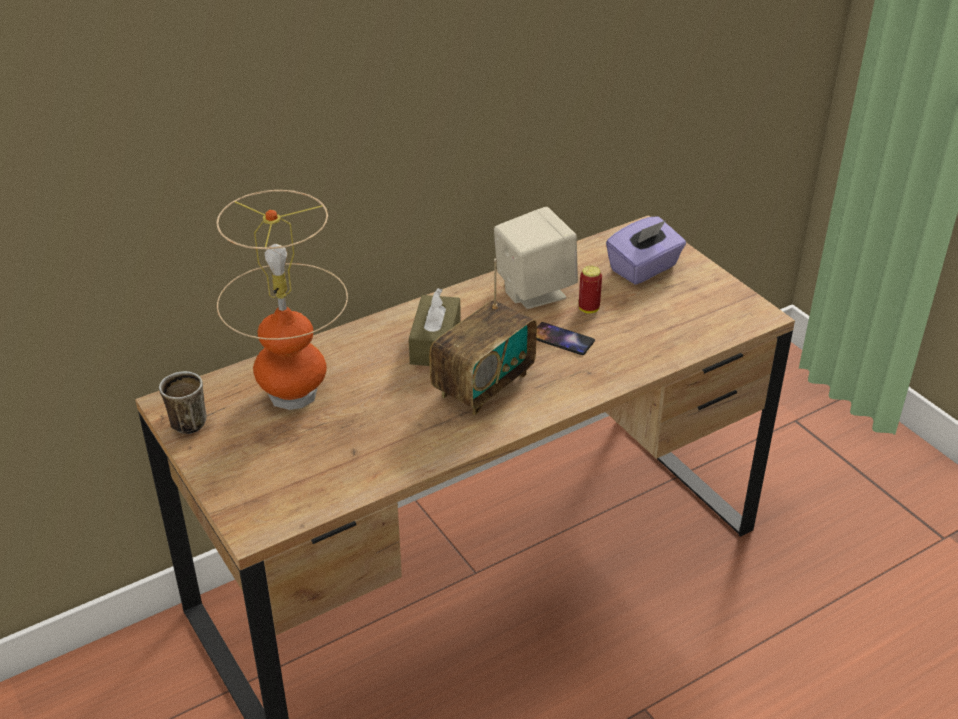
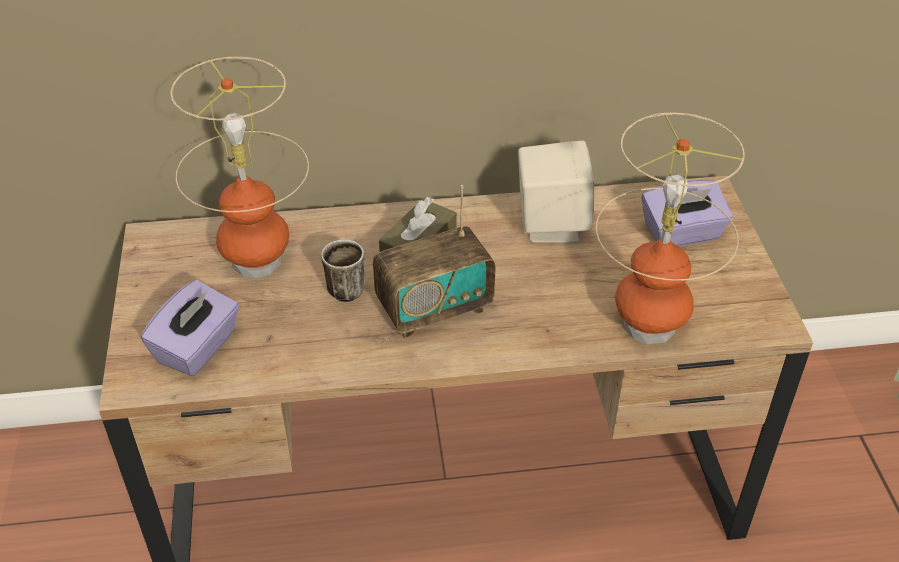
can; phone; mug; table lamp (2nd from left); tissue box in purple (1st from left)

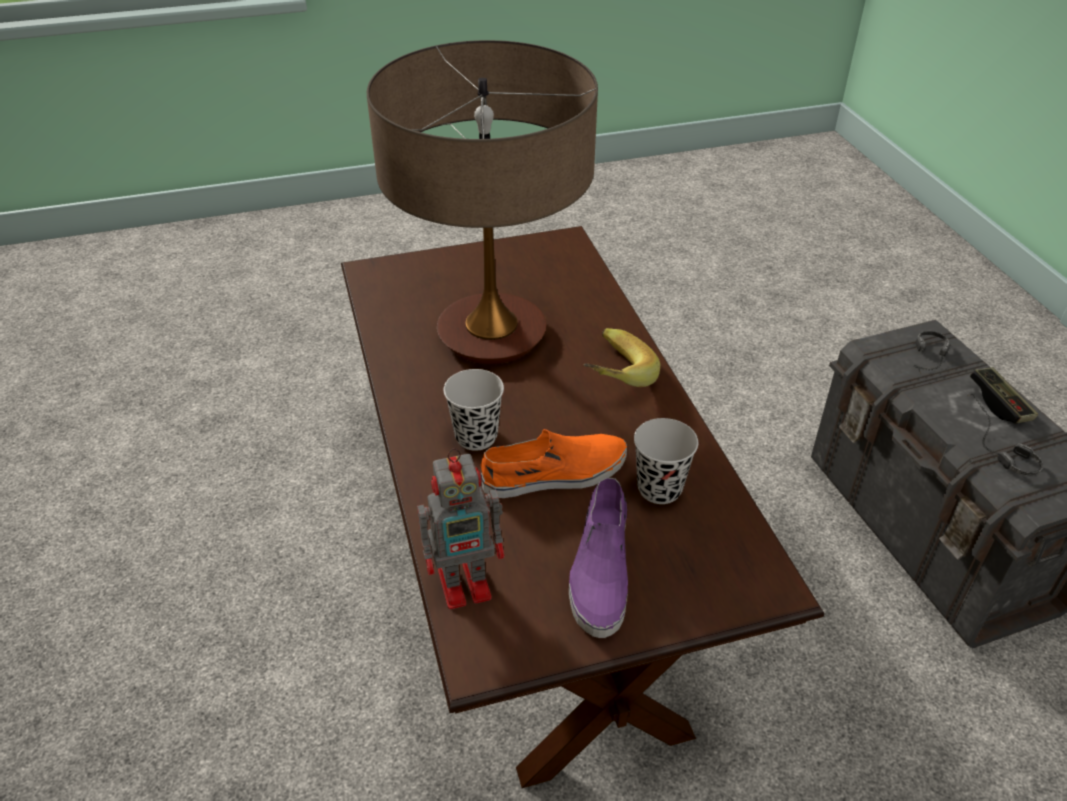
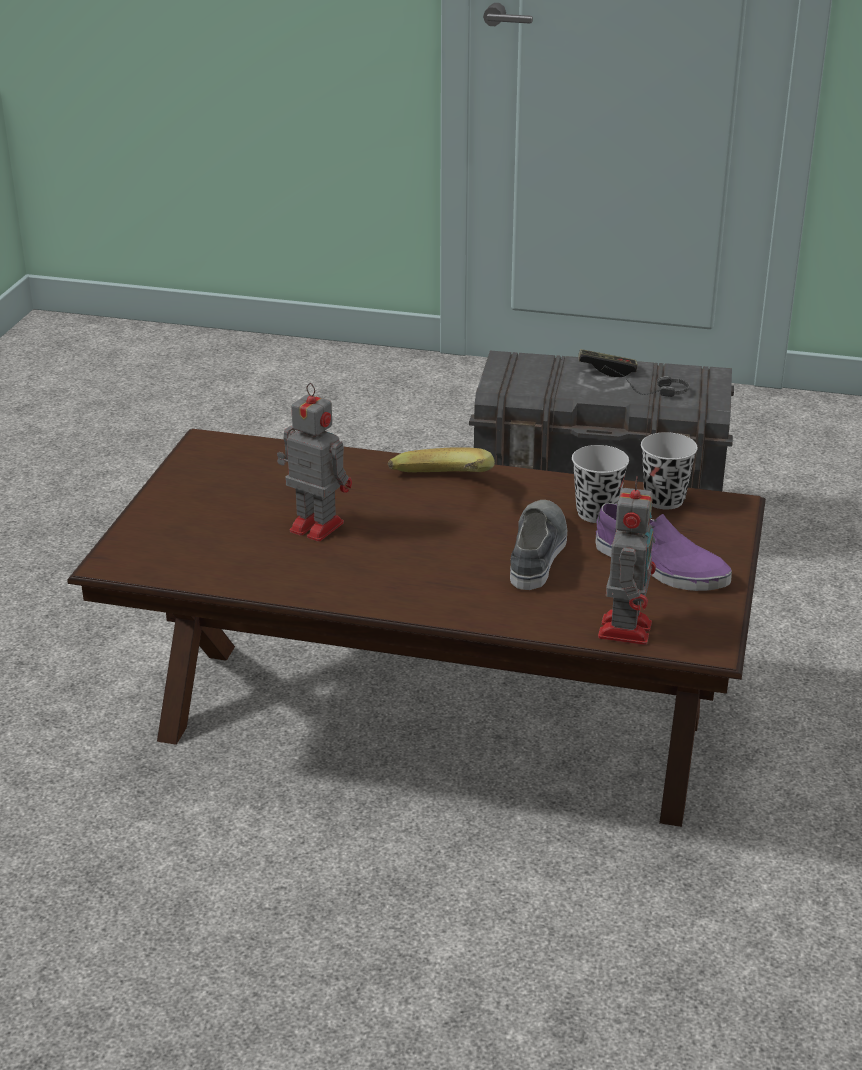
toy robot (1st from left); headphones (1st from left in the first image); cup in black (2nd from left); shoe in grey

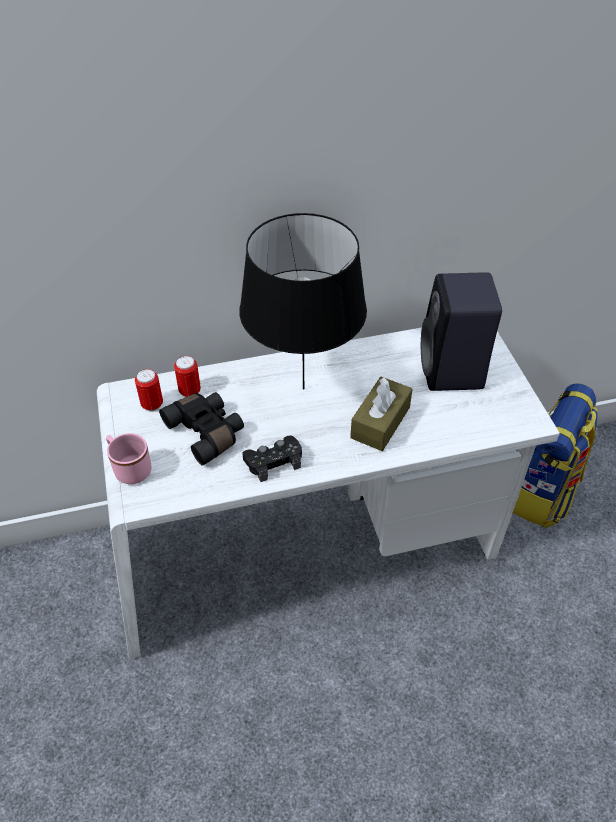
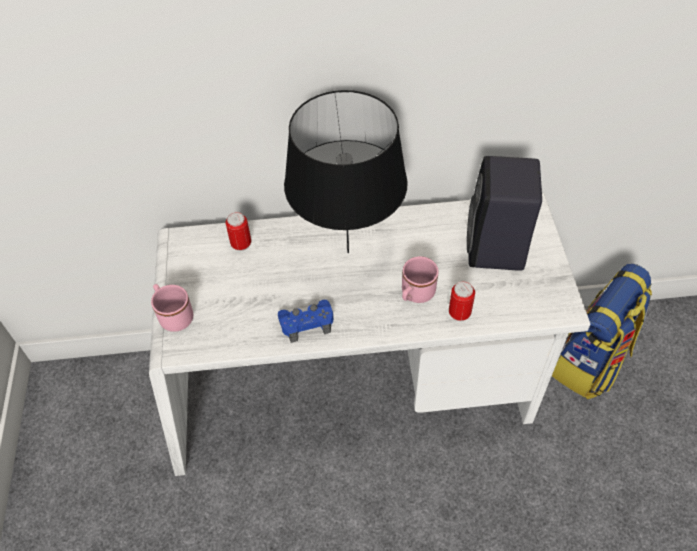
can (2nd from left); mug in pink (2nd from left); binoculars in black; game controller in blue

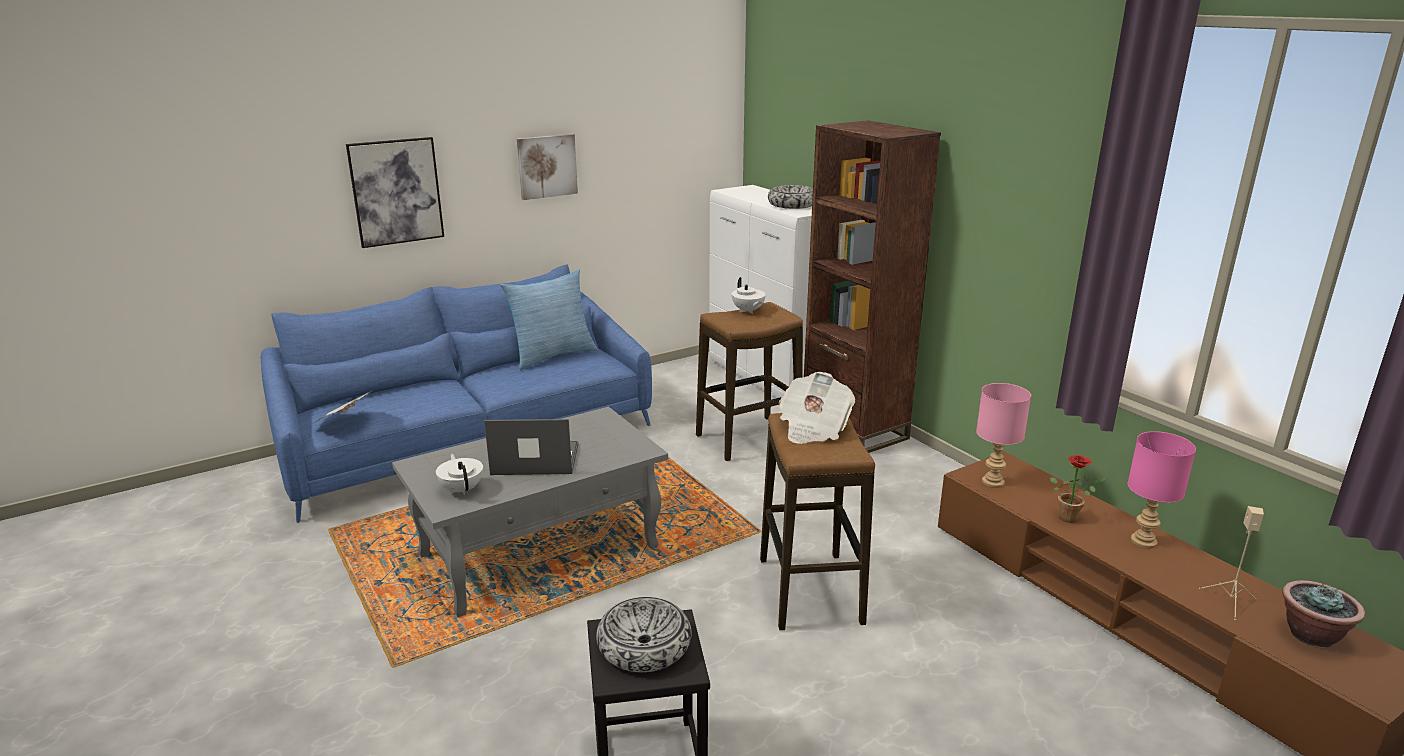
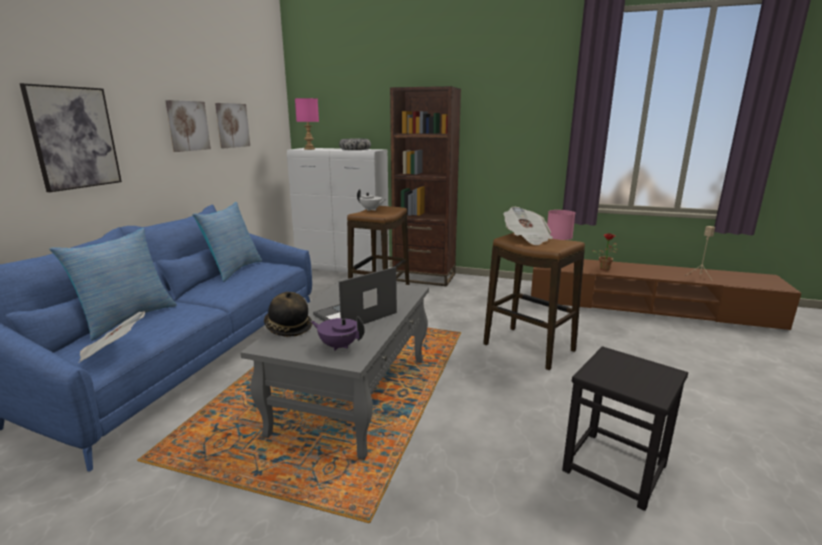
table lamp in pink (1st from left); teapot in purple; potted plant (2nd from left in the first image); bowl (1st from left in the first image); picture (3rd from left); pillow (1st from left); hat

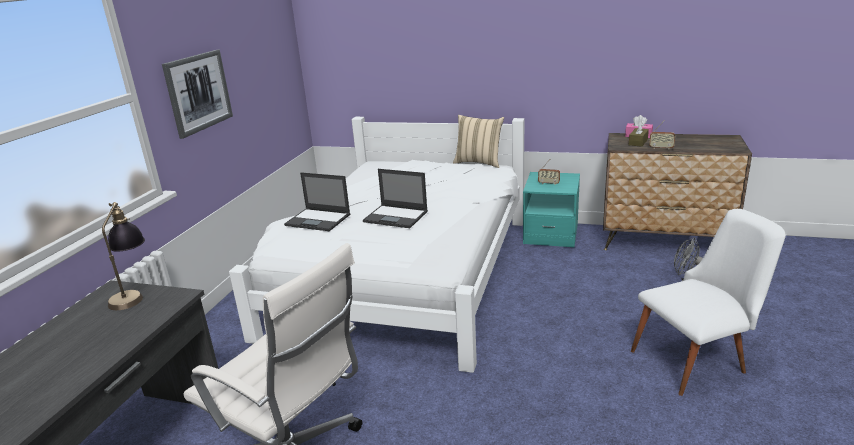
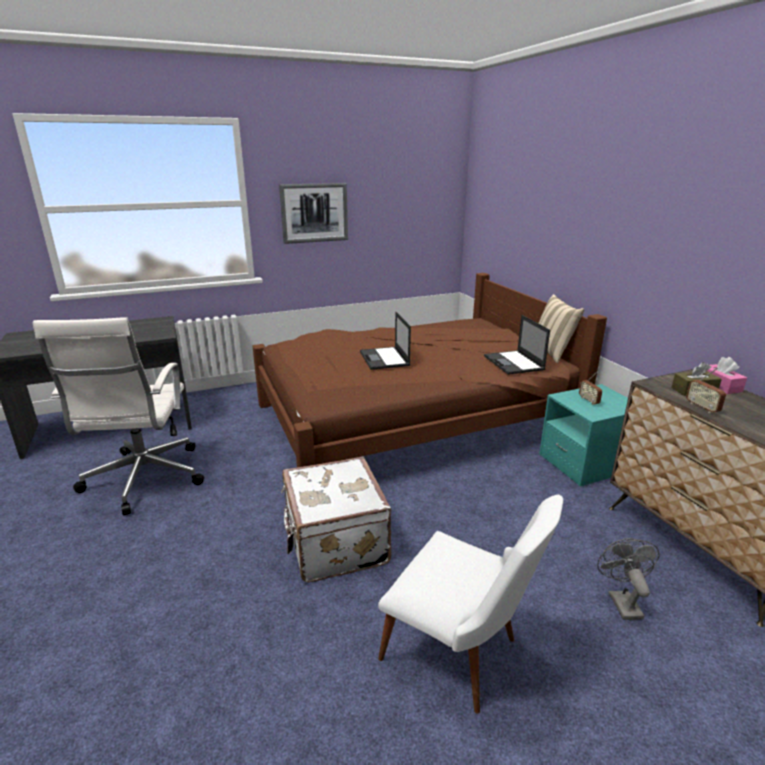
bed in brown; laptop (2nd from left); table lamp; suitcase in white

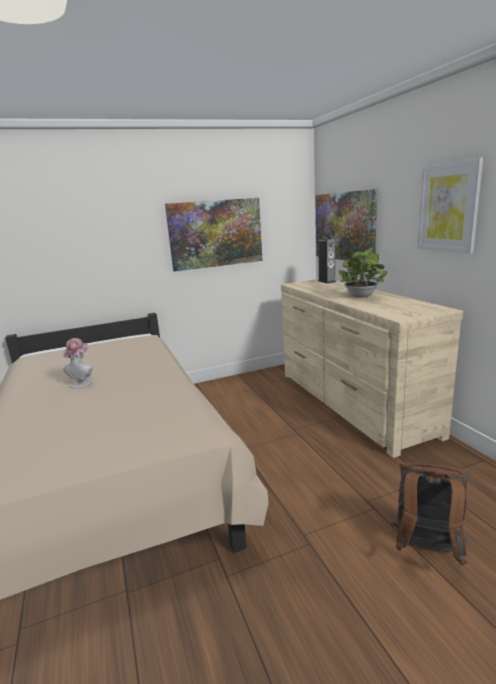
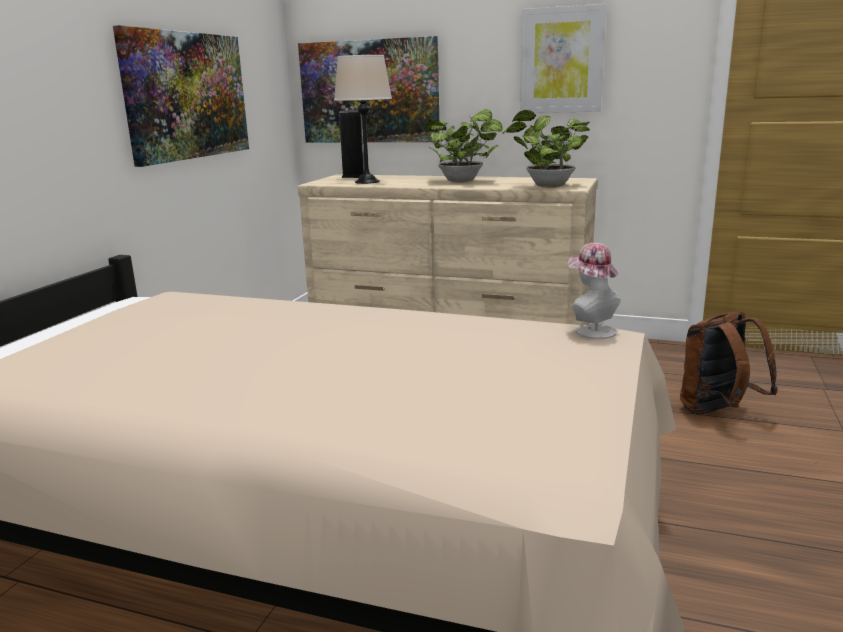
hat; table lamp in beige; potted plant (2nd from left)

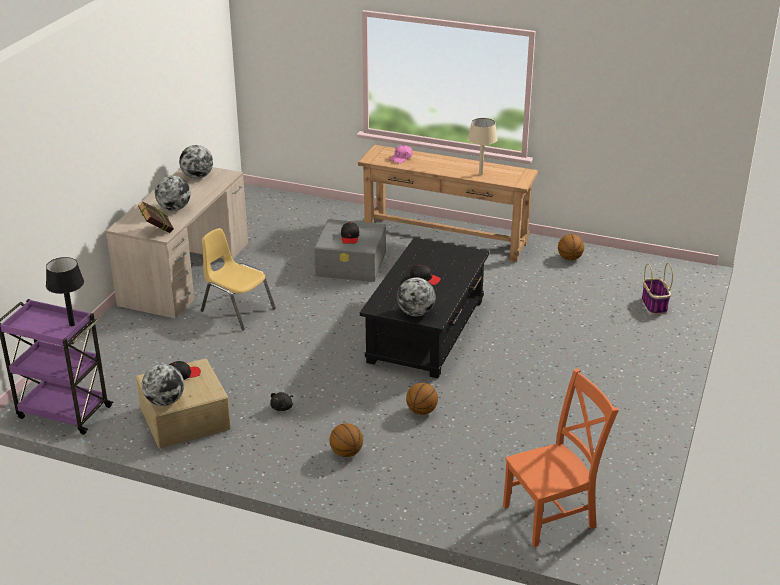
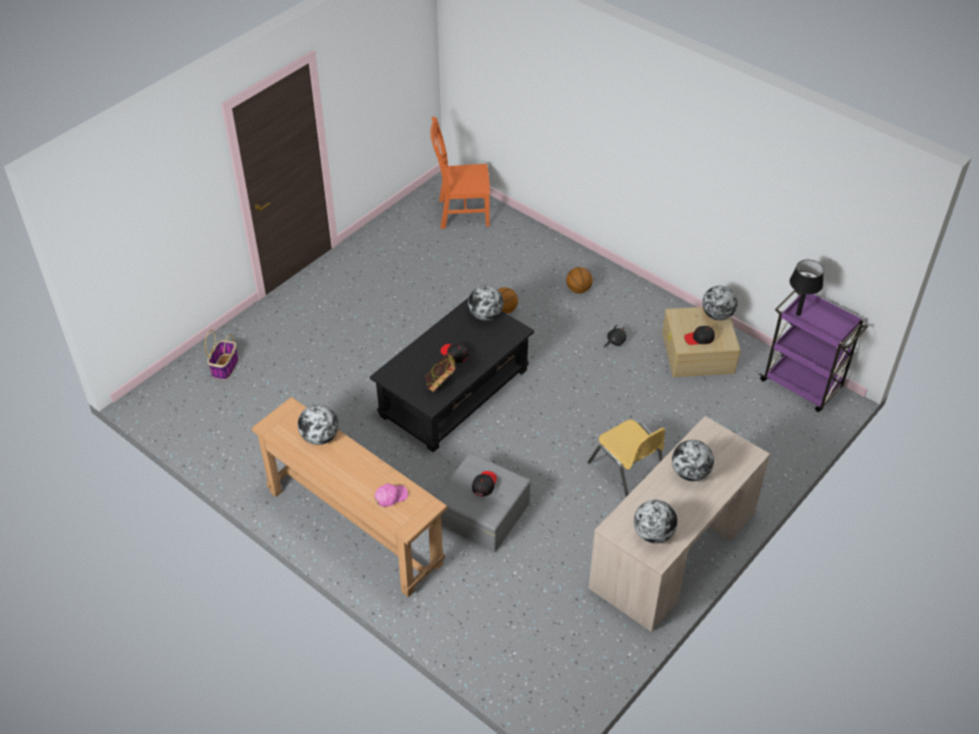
globe (1st from left); book; basketball (3rd from left in the first image)

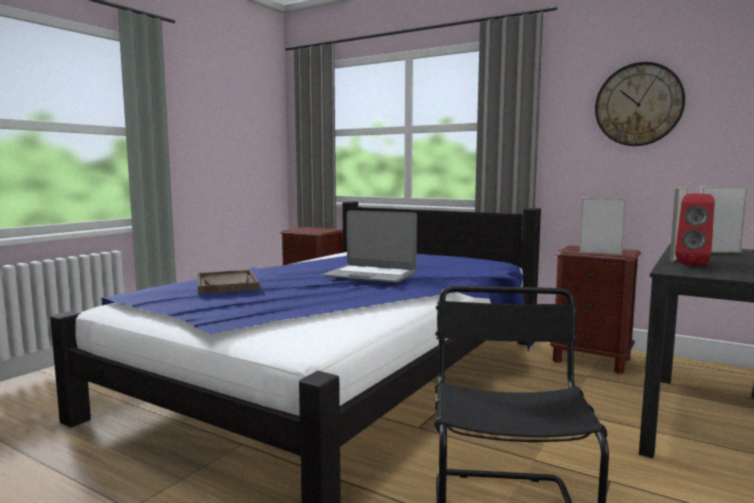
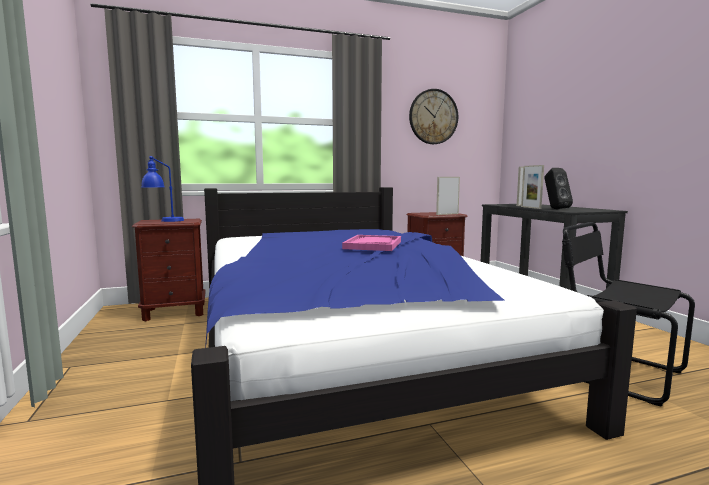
speaker in black; tray in pink; tray in brown; table lamp in blue

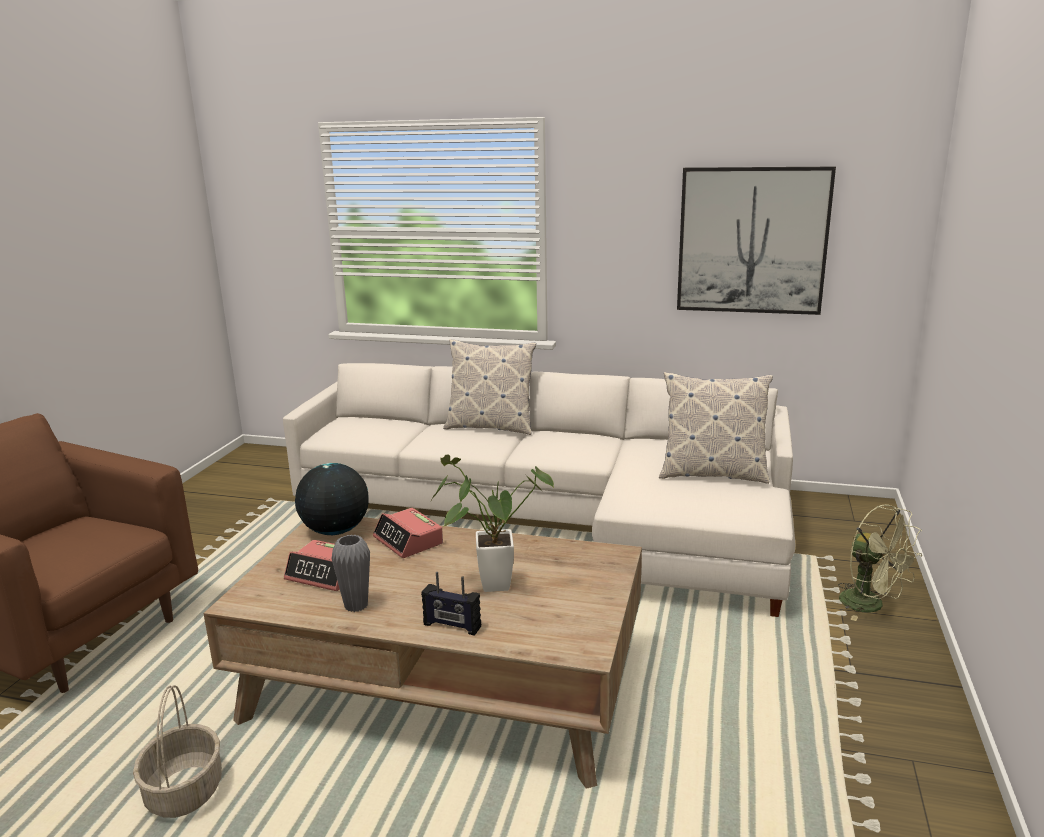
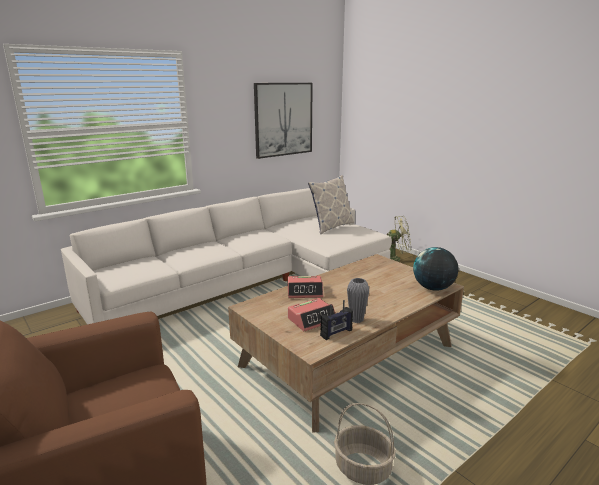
pillow (1st from left in the first image); potted plant; globe; radio

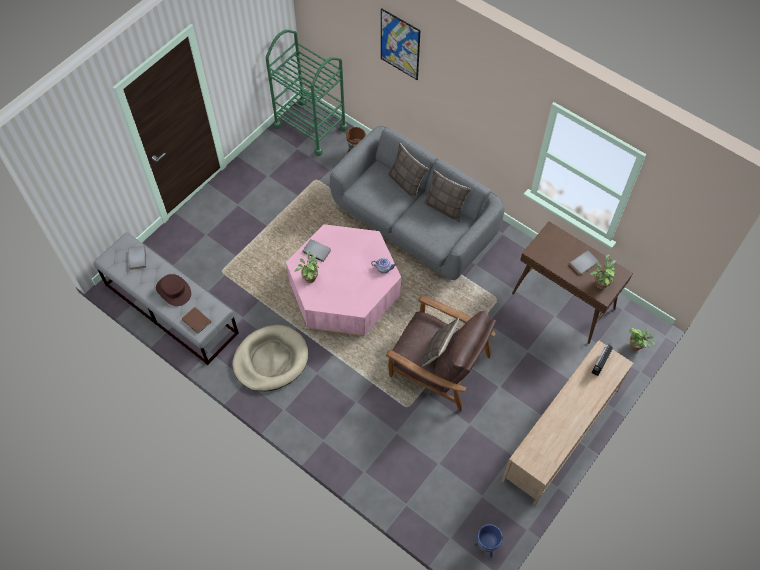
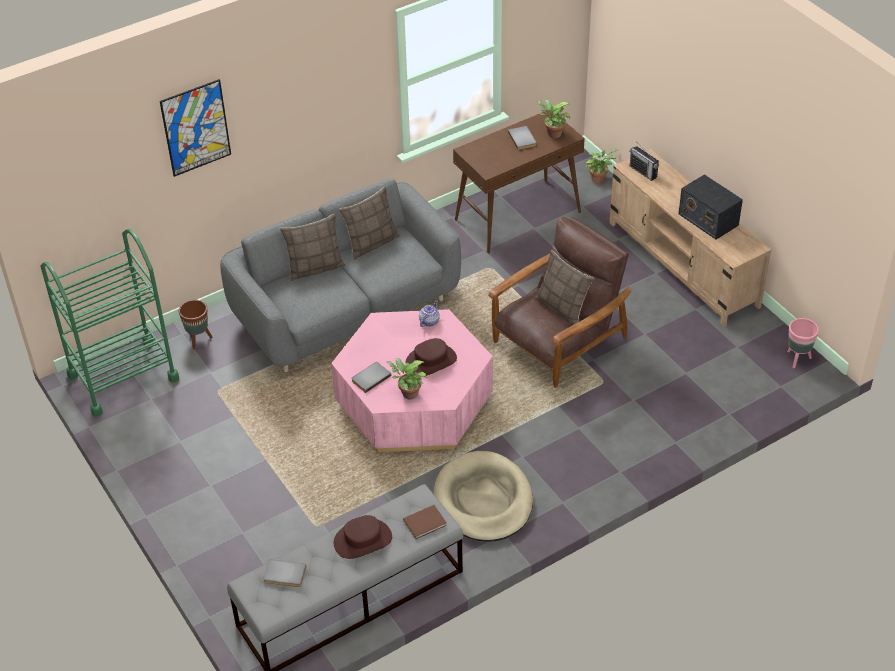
planter in pink; radio (2nd from left); hat in brown (2nd from left)

